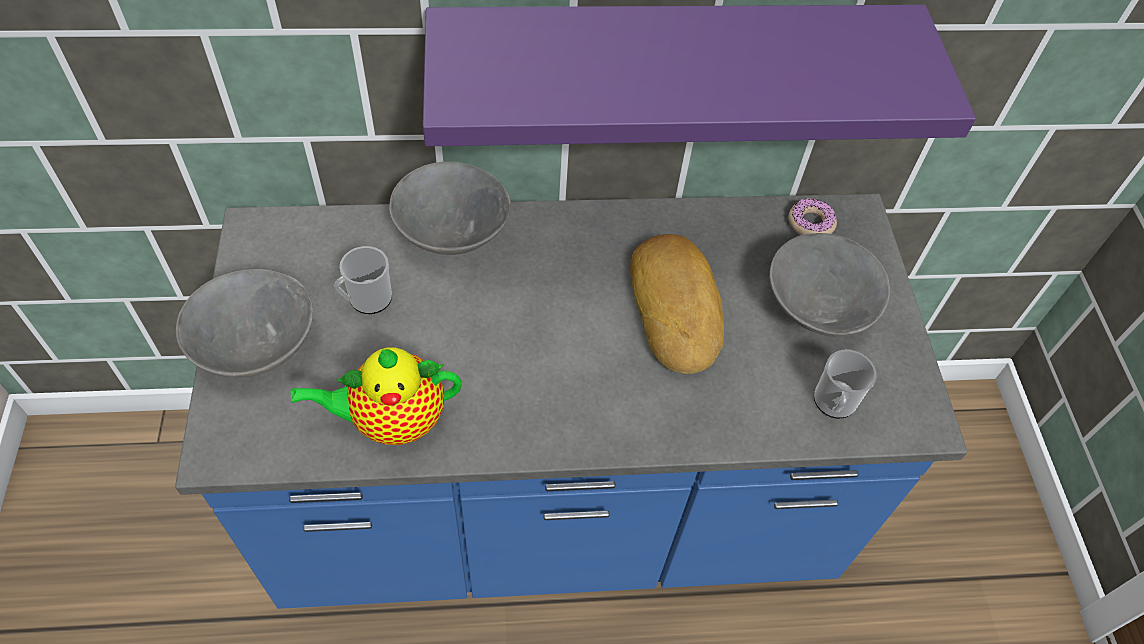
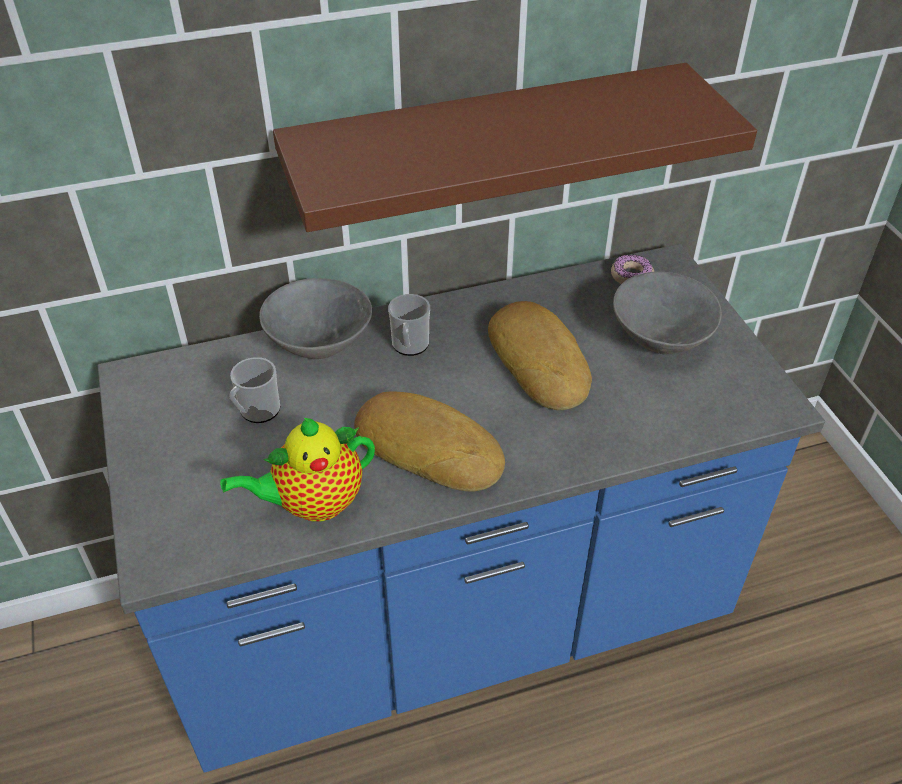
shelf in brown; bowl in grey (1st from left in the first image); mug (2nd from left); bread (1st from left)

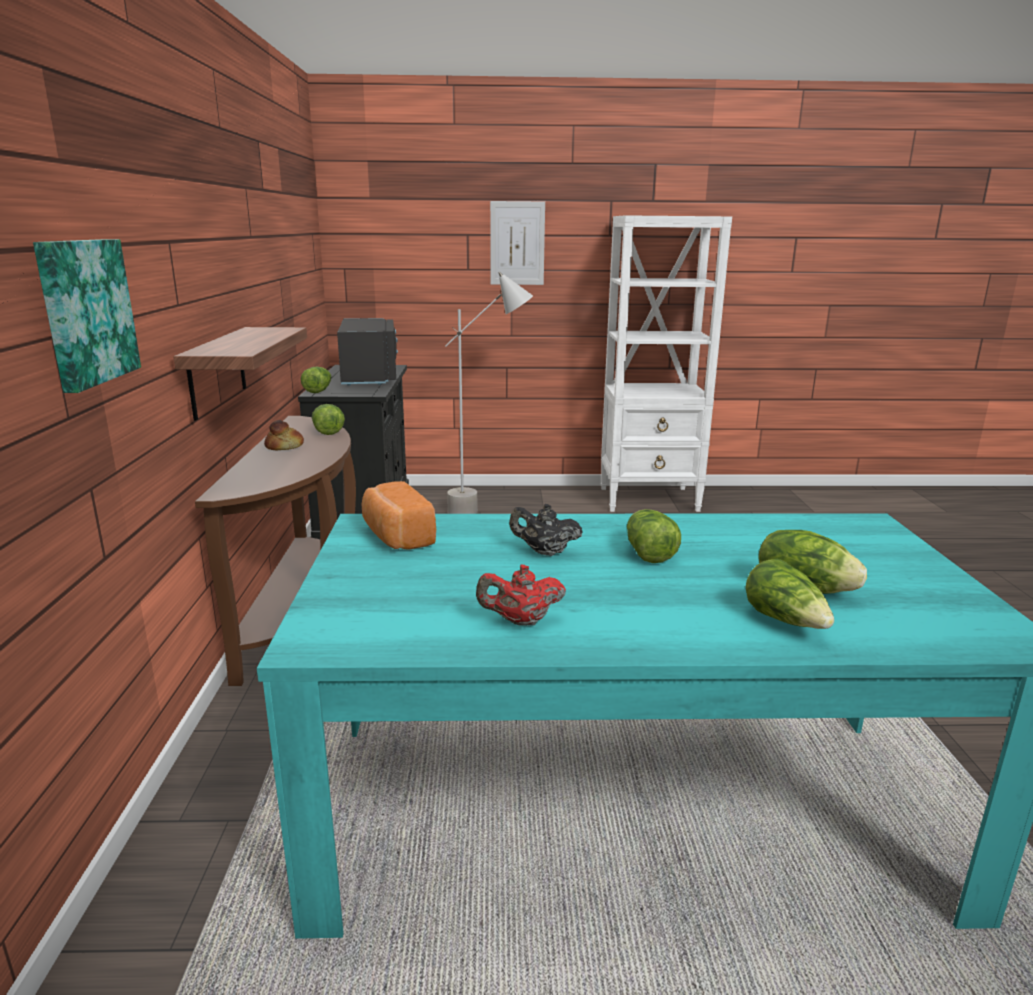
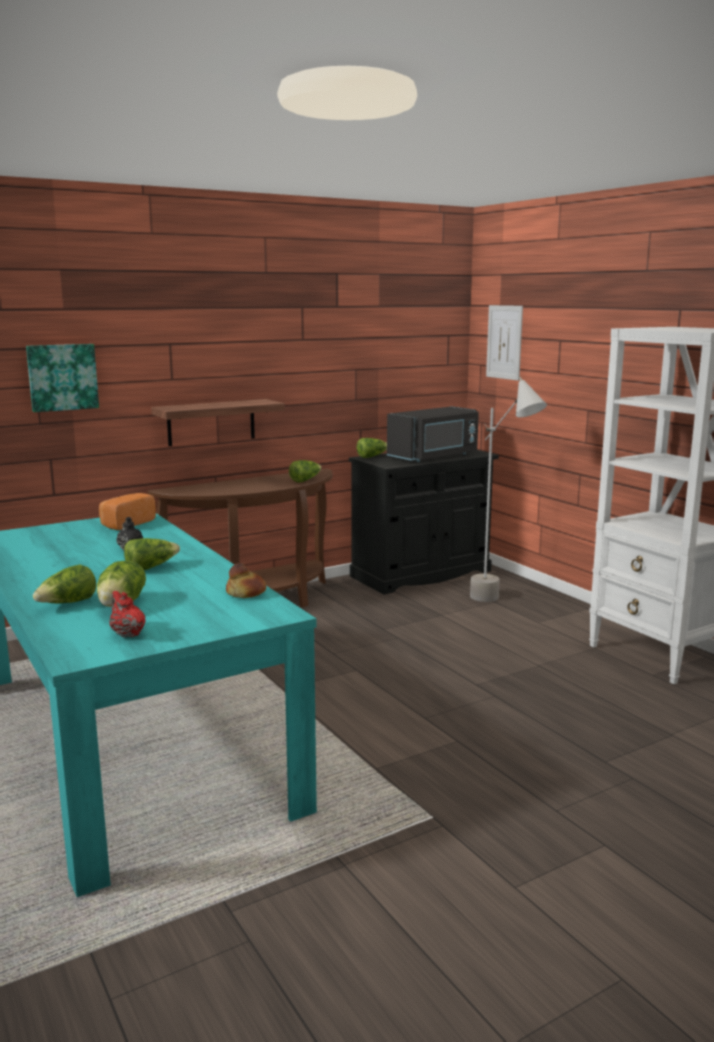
picture (2nd from left); bread (2nd from left); teapot in red

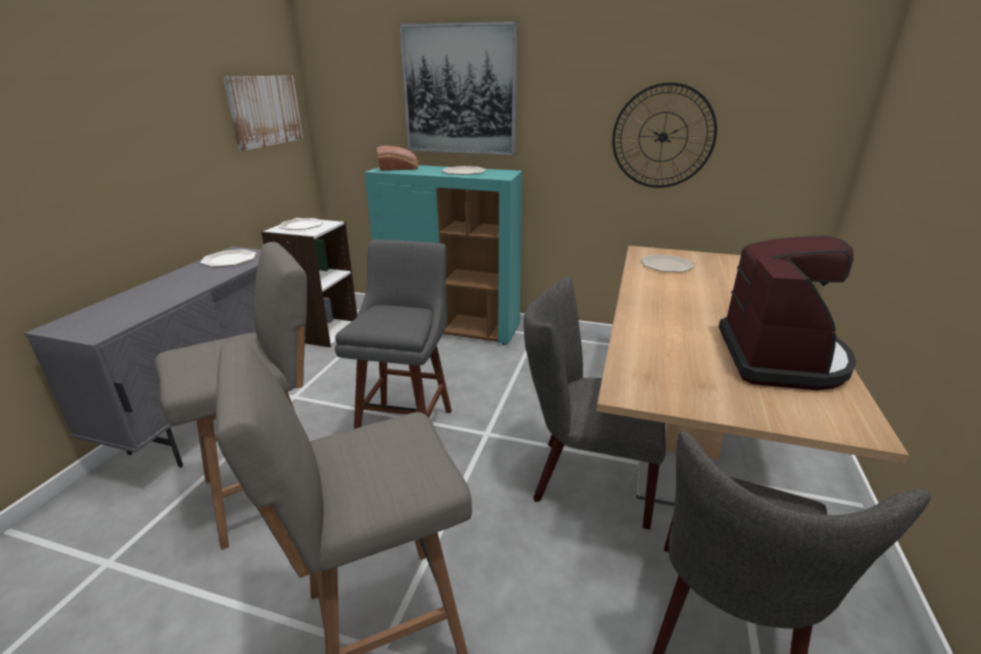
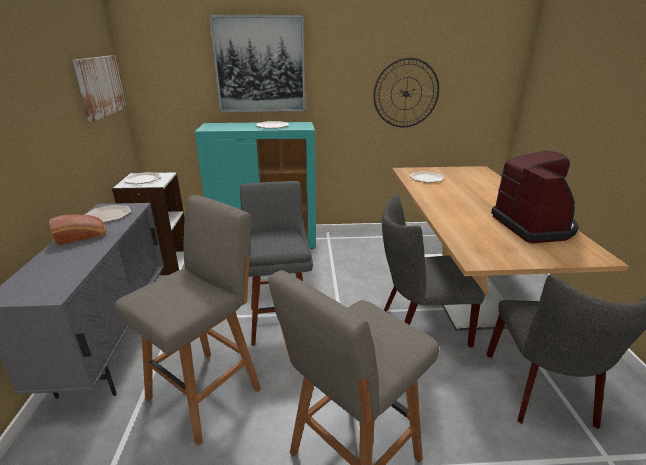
bread

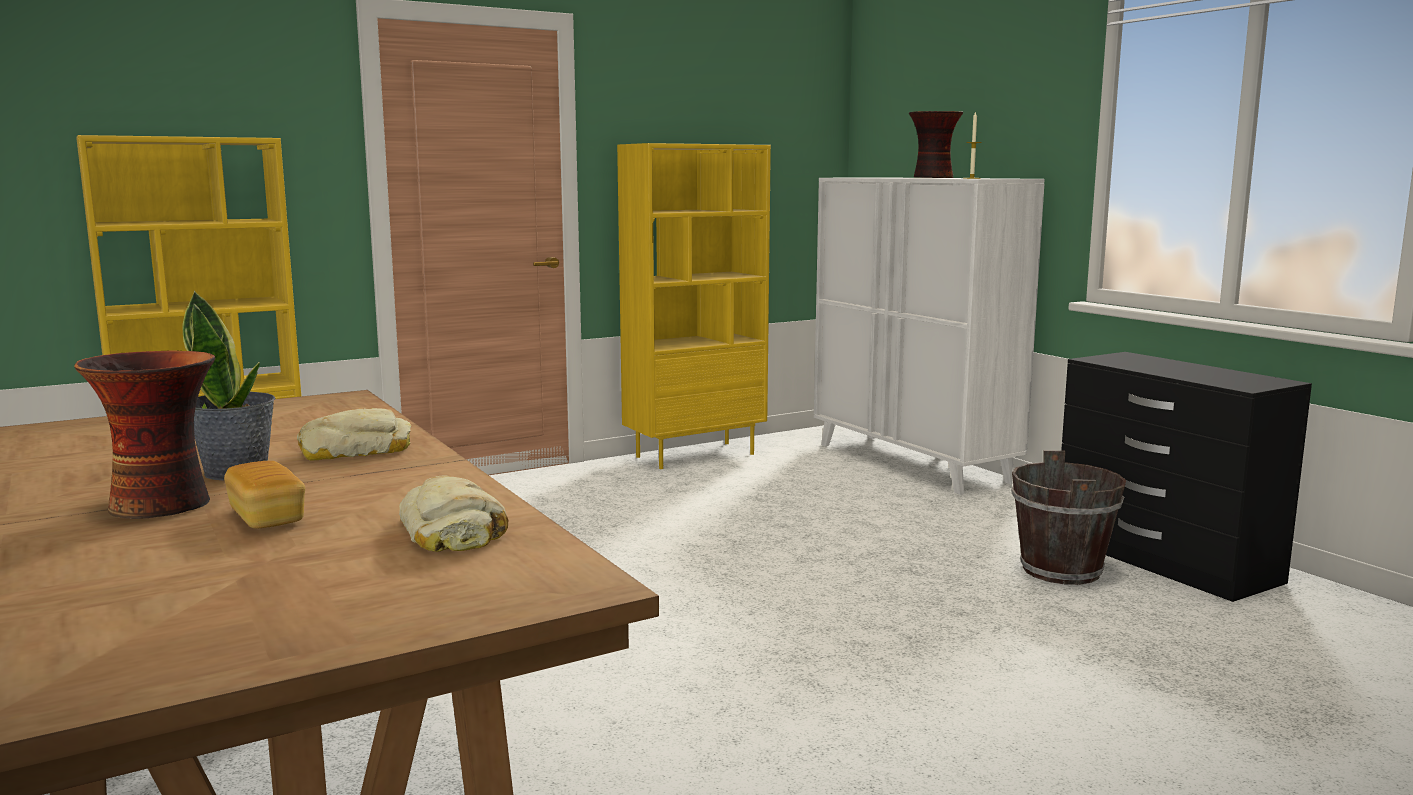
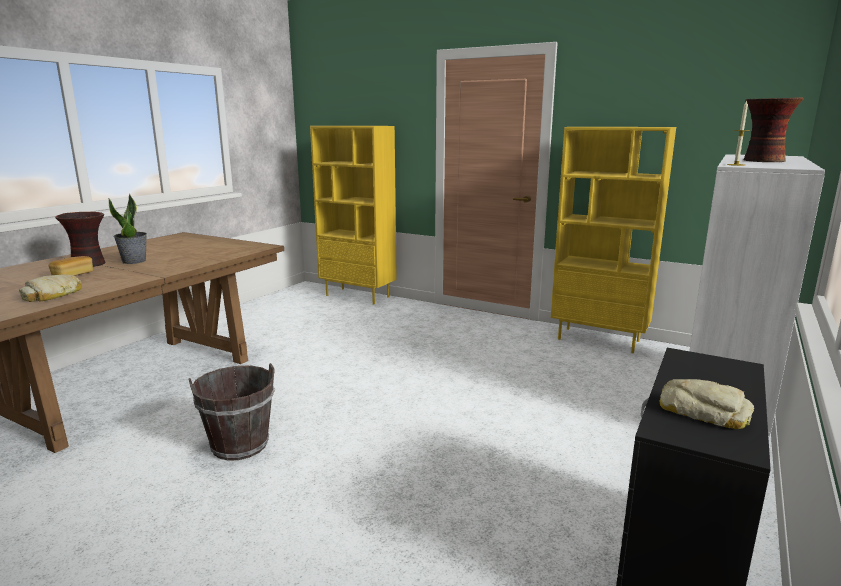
bread (3rd from left); bucket in brown

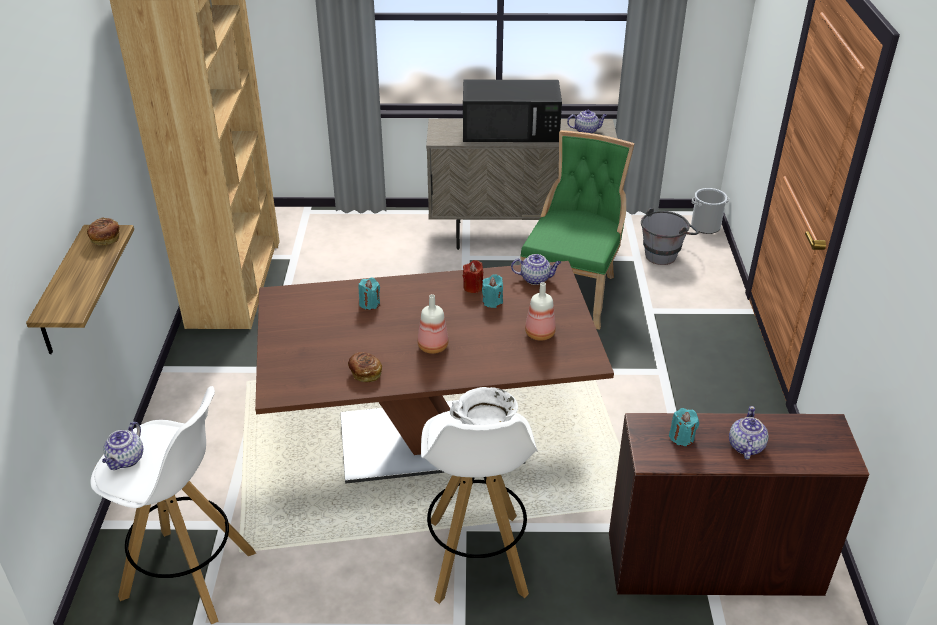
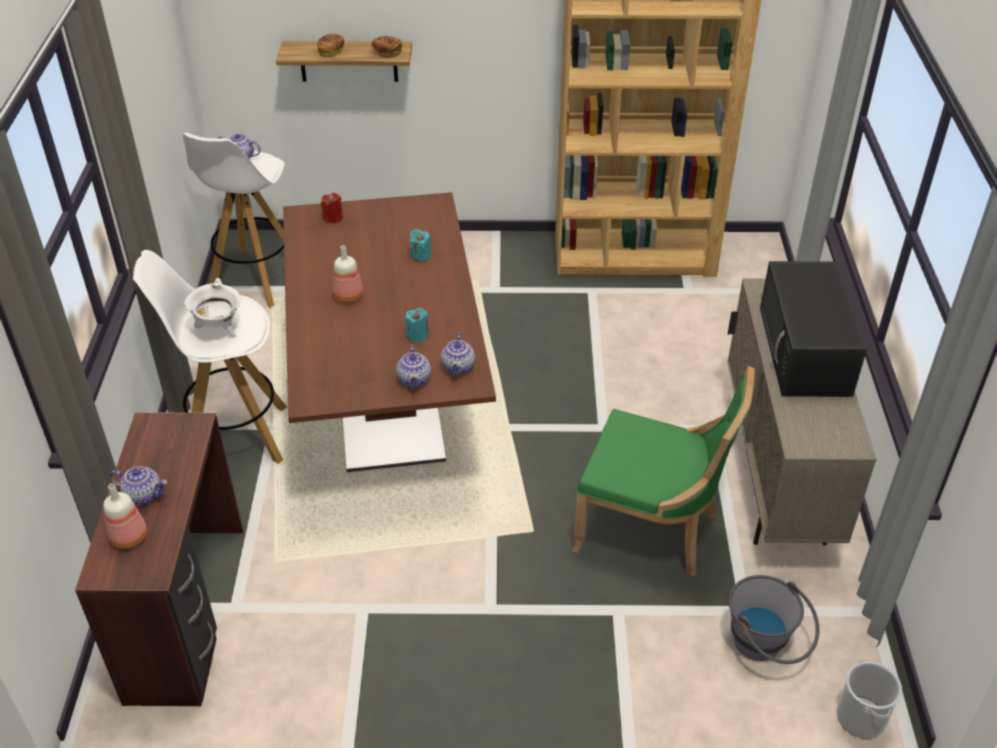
teapot (3rd from left); candle in red; bottle (1st from left); bread (1st from left); candle in turquoise (3rd from left in the first image)

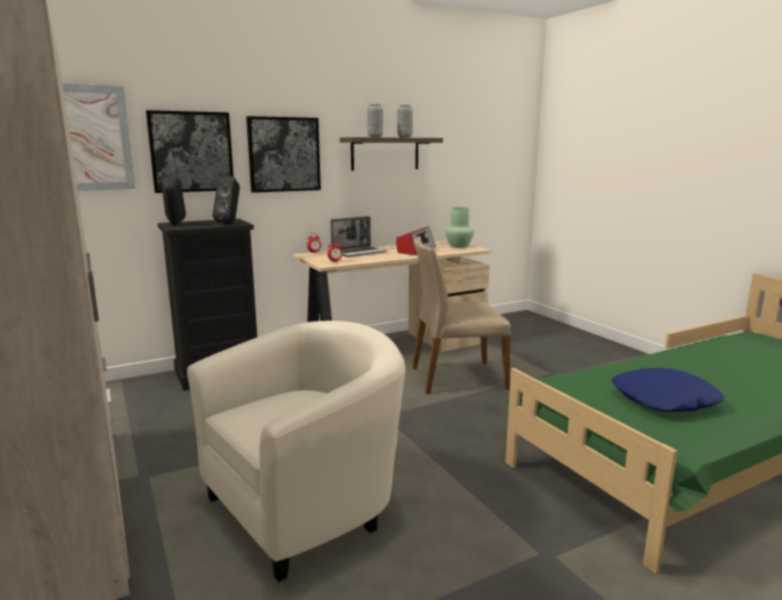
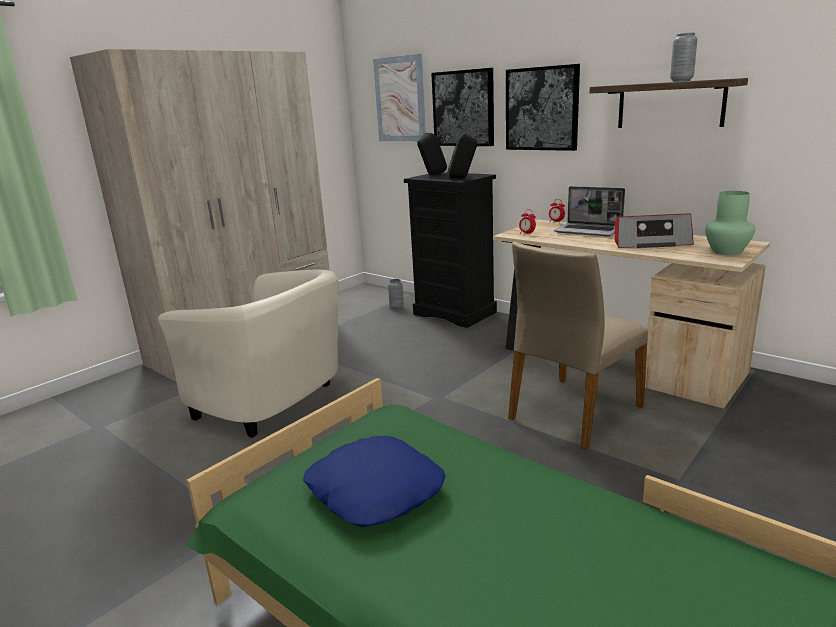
vase in grey (1st from left); chair in beige

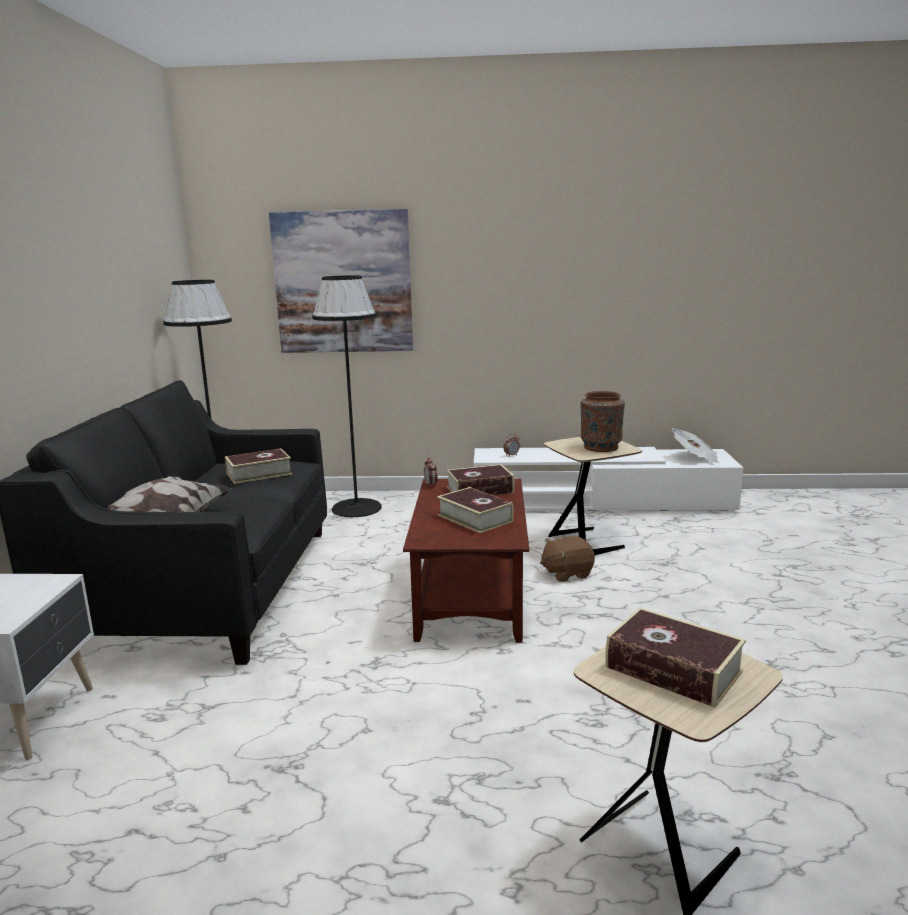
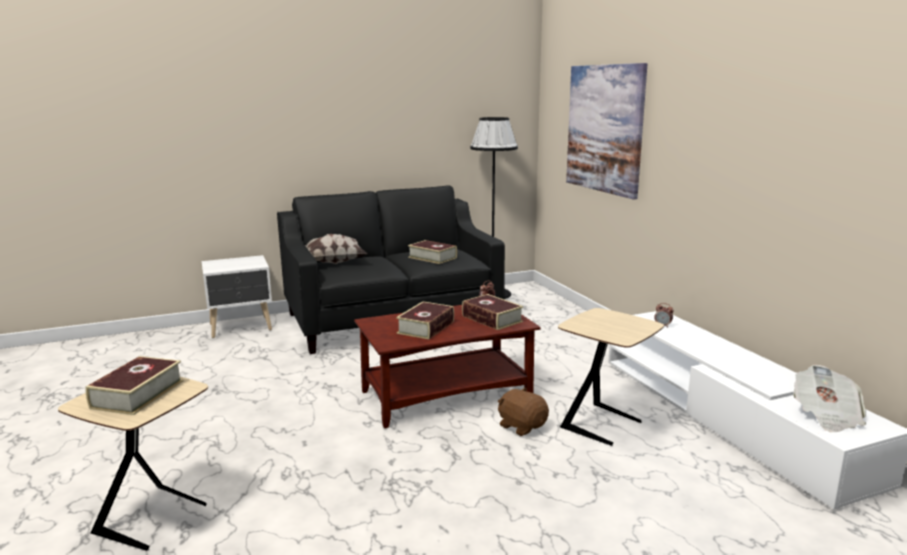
floor lamp in black (2nd from left in the first image); vase in brown

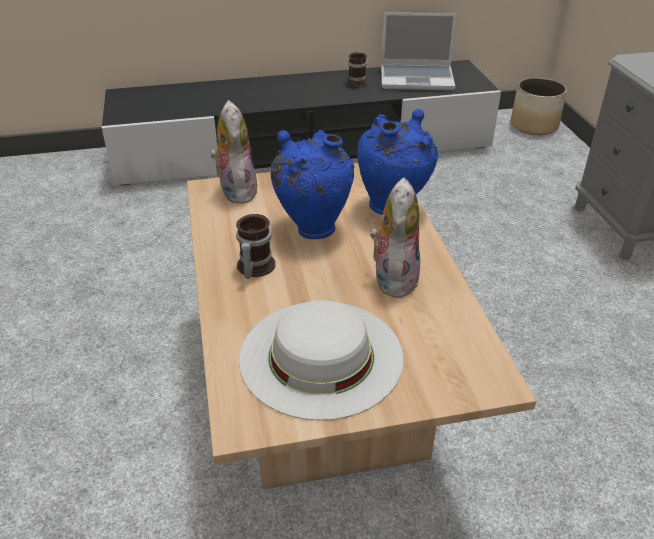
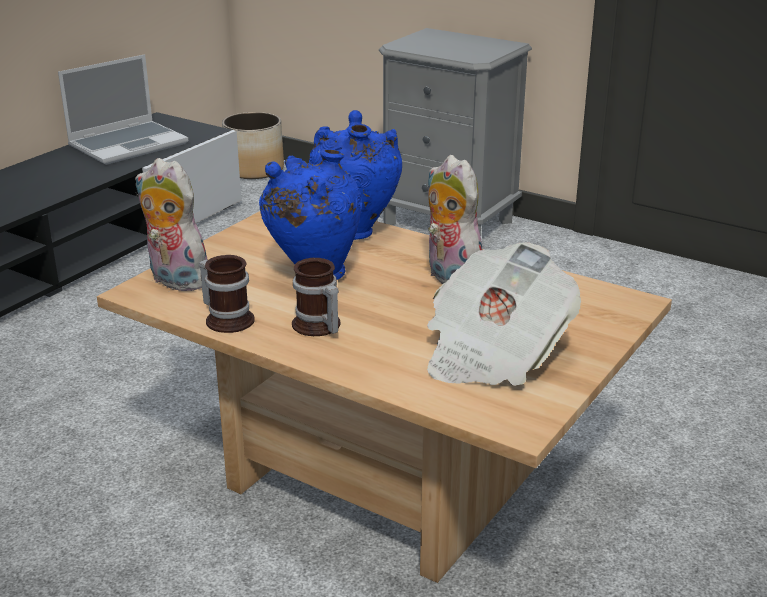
mug (1st from left); newspaper

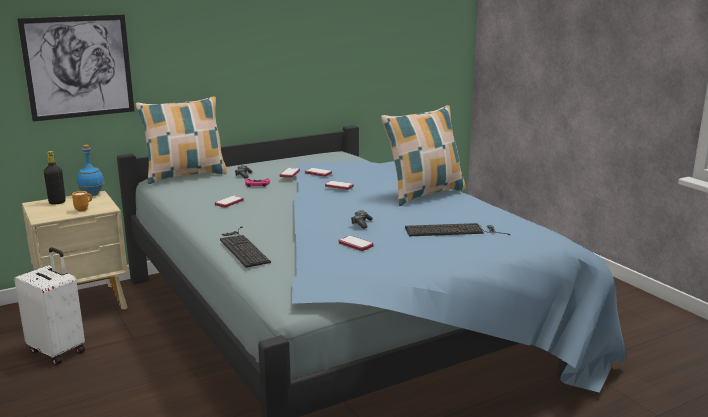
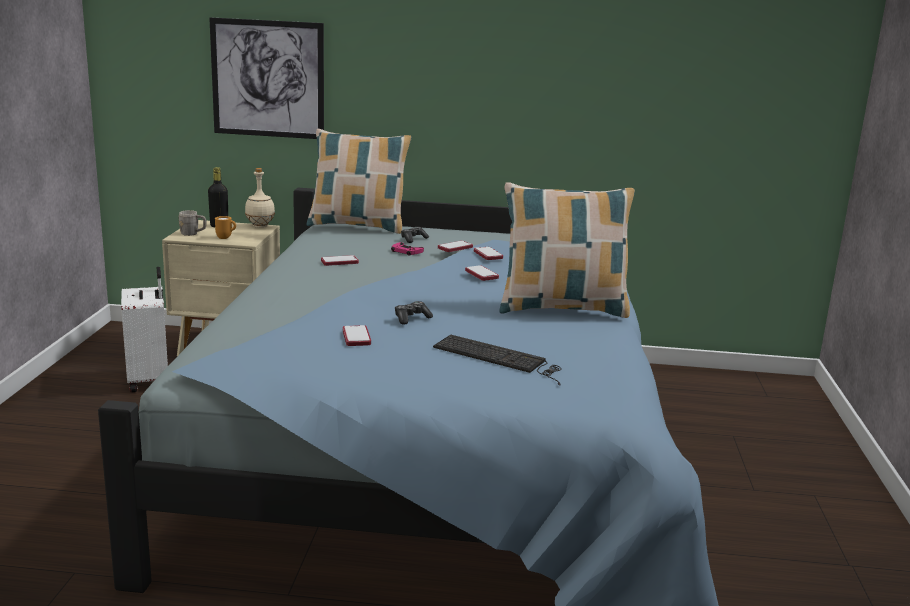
bottle in beige; keyboard (1st from left in the first image); mug in grey

